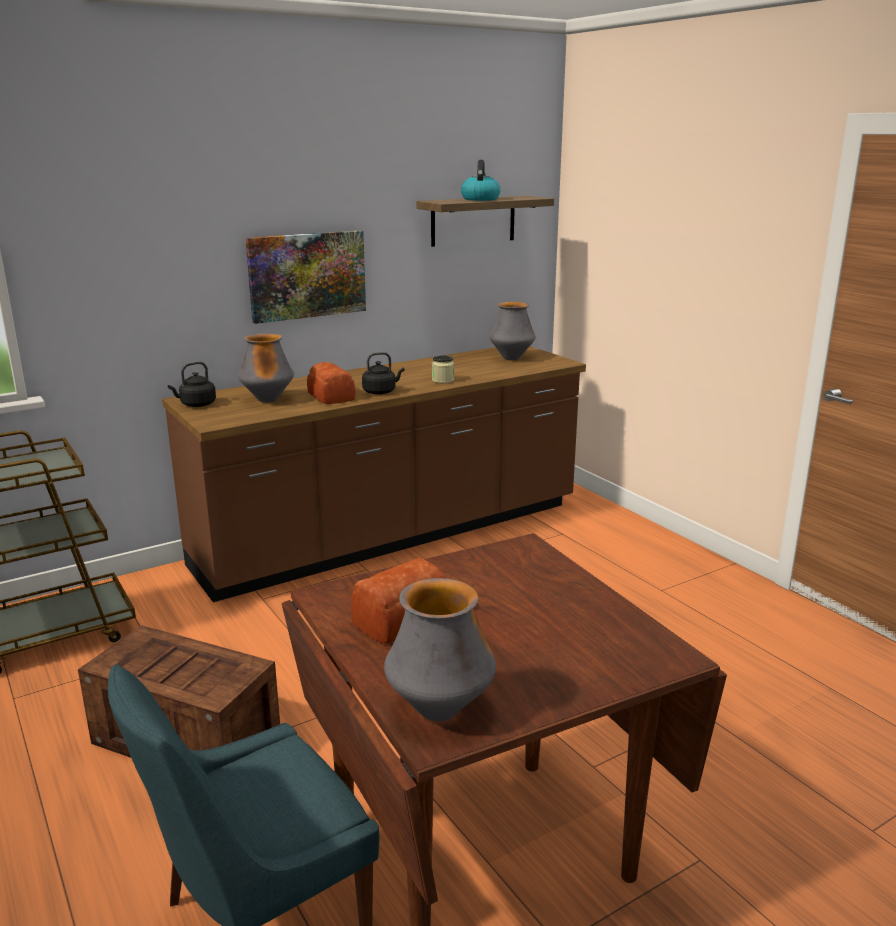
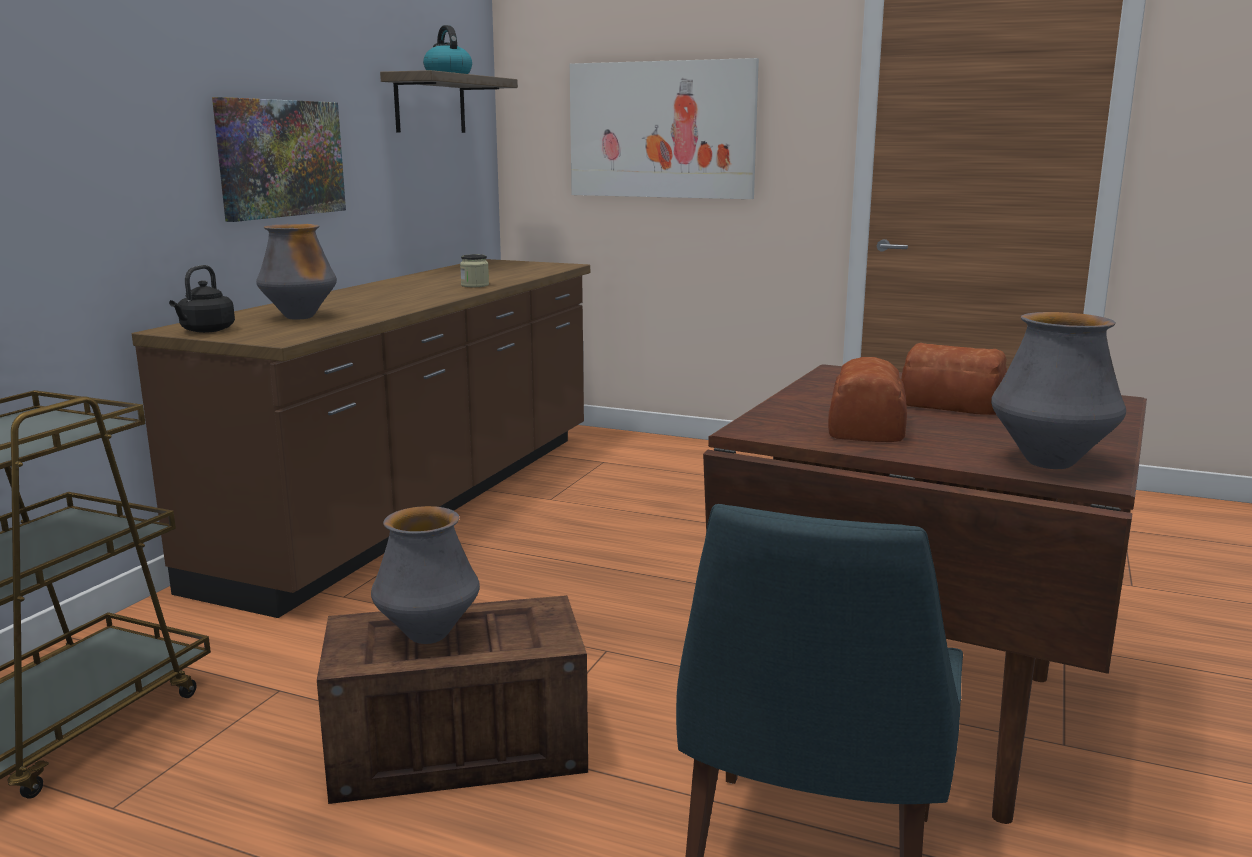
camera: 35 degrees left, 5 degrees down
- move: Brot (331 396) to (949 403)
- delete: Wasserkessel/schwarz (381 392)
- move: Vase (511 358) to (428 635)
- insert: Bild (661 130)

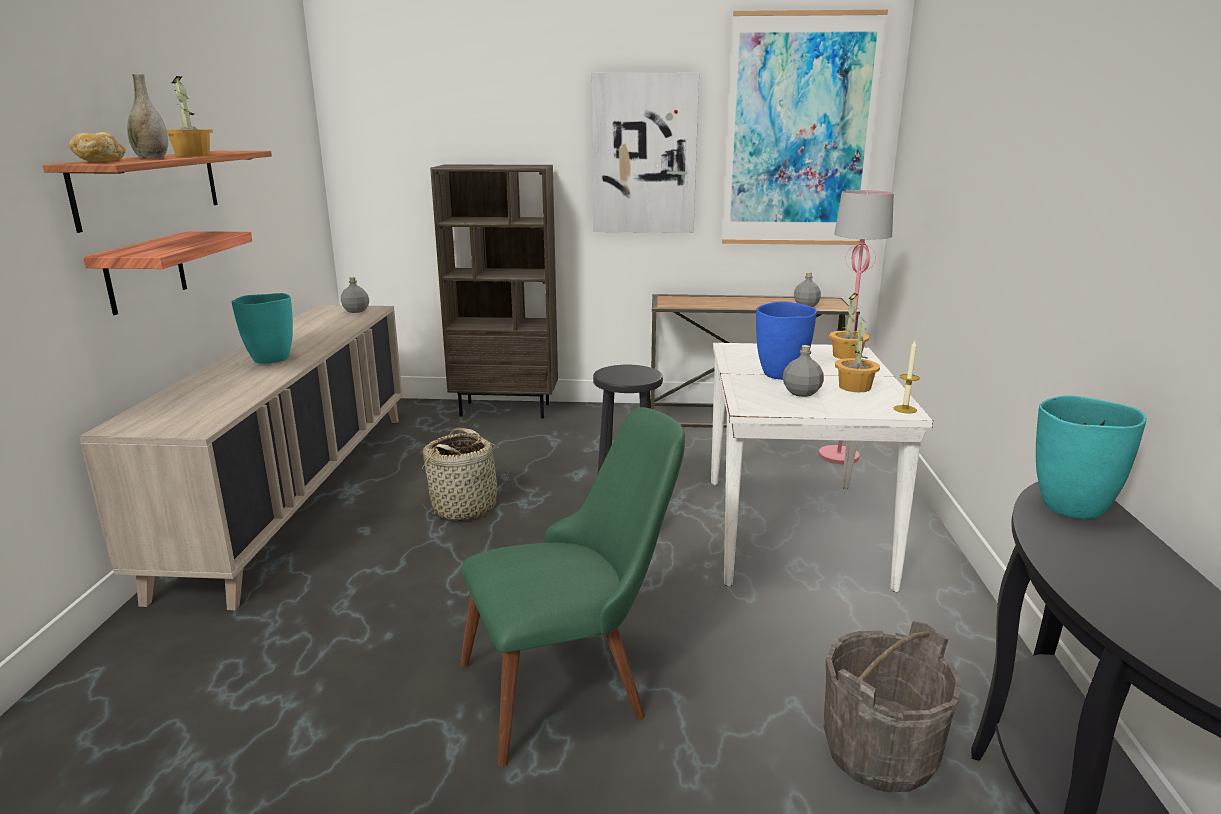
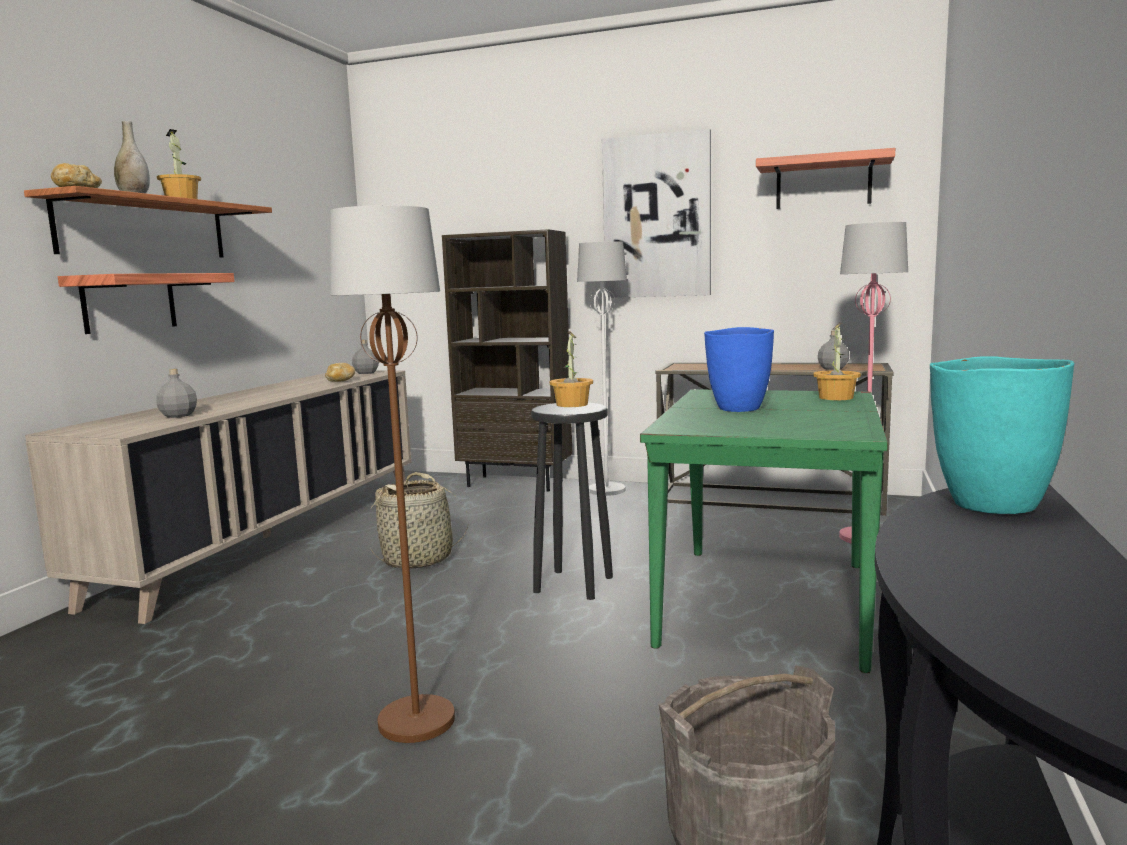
camera: 15 degrees right, 10 degrees down
- delete: Vase/türkis (270 359)
- replace: Stuhl/grün (573 683) to Stehlampe/braun (417 721)
- recolor: Esstisch/weiß (792 528) to Esstisch/grün (766 600)
- replace: Bild (799 132) to Wandregal (823 183)
- move: Flasche/grau (801 393) to (178 415)
- move: Topfpflanze (854 387) to (571 404)
- delete: Kerze (905 409)
- insert: Brot (340 381)
- insert: Stehlampe/weiß (607 490)

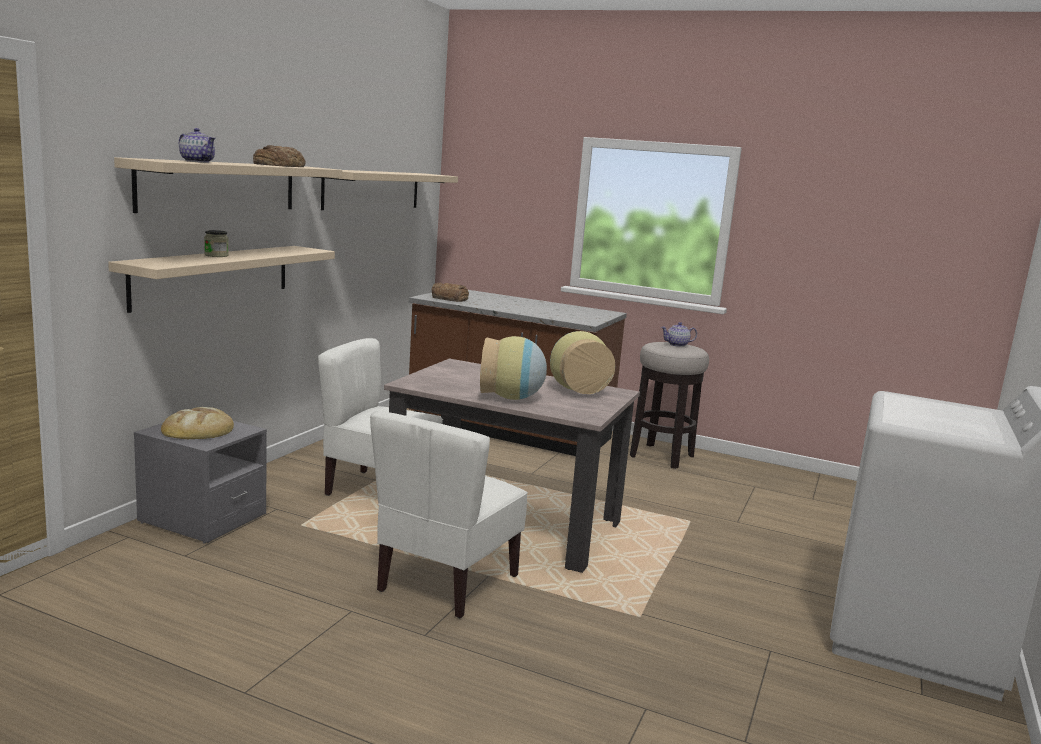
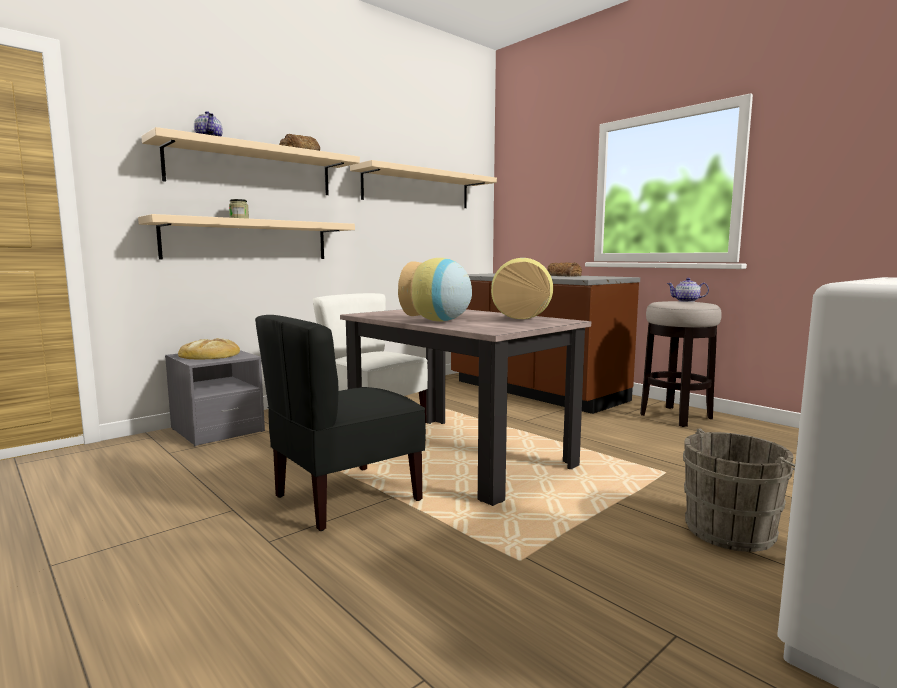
camera: 25 degrees right, 5 degrees down
- recolor: Stuhl/weiß (446 583) to Stuhl/schwarz (346 498)
- move: Brot (449 298) to (564 275)
- insert: Eimer/grau (733 530)

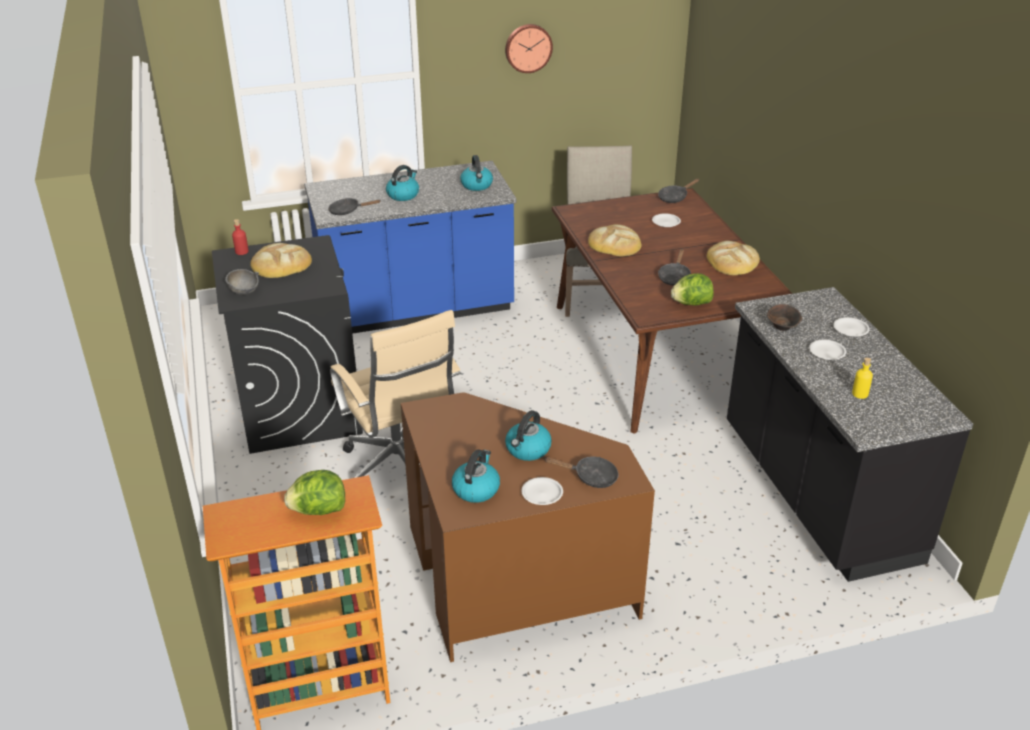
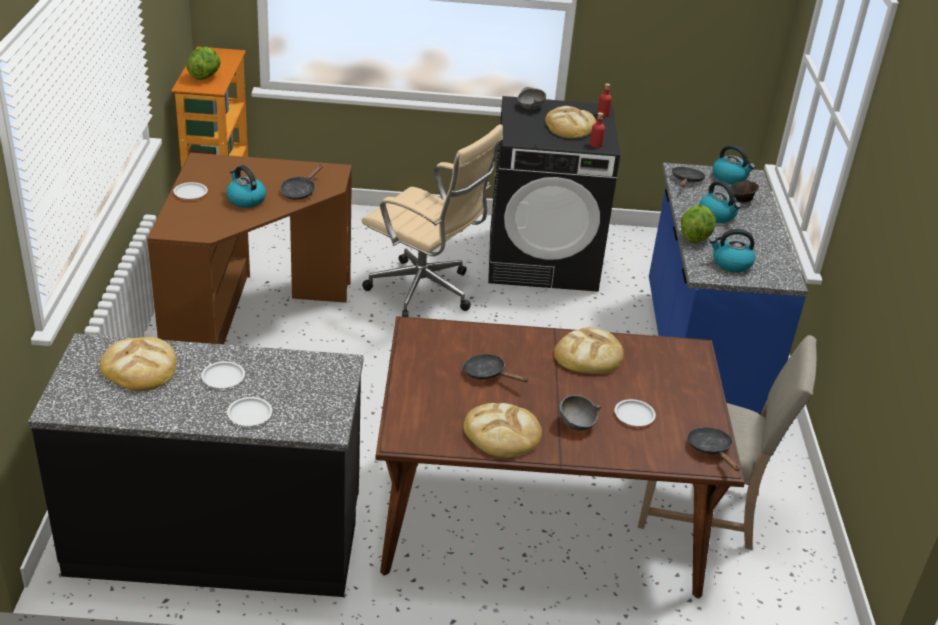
camera: 105 degrees right, 0 degrees up
- rotate: Bürostuhl/beige (401 470) = (425 293) 135 degrees counterclockwise
- move: Wasserkessel (476 489) to (730 178)
- delete: Wanduhr (528 47)
- move: Pfanne/schwarz (591 477) to (300 191)
- move: Salatkopf (691 303) to (694 237)
- move: Schüssel/braun (782 328) to (741 200)
- replace: Flasche/gelb (860 394) to Brot (140 367)
- insert: Schüssel/grau (577 424)
- insert: Flasche/rot (596 145)

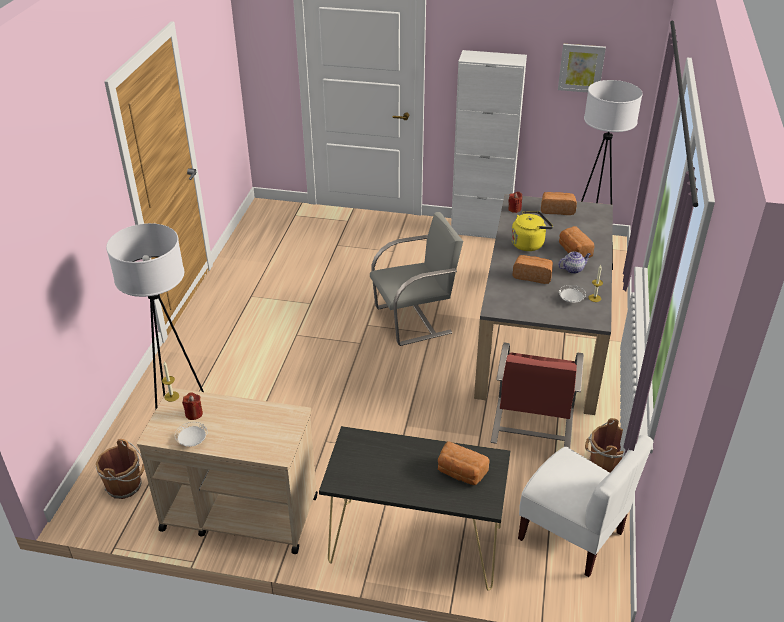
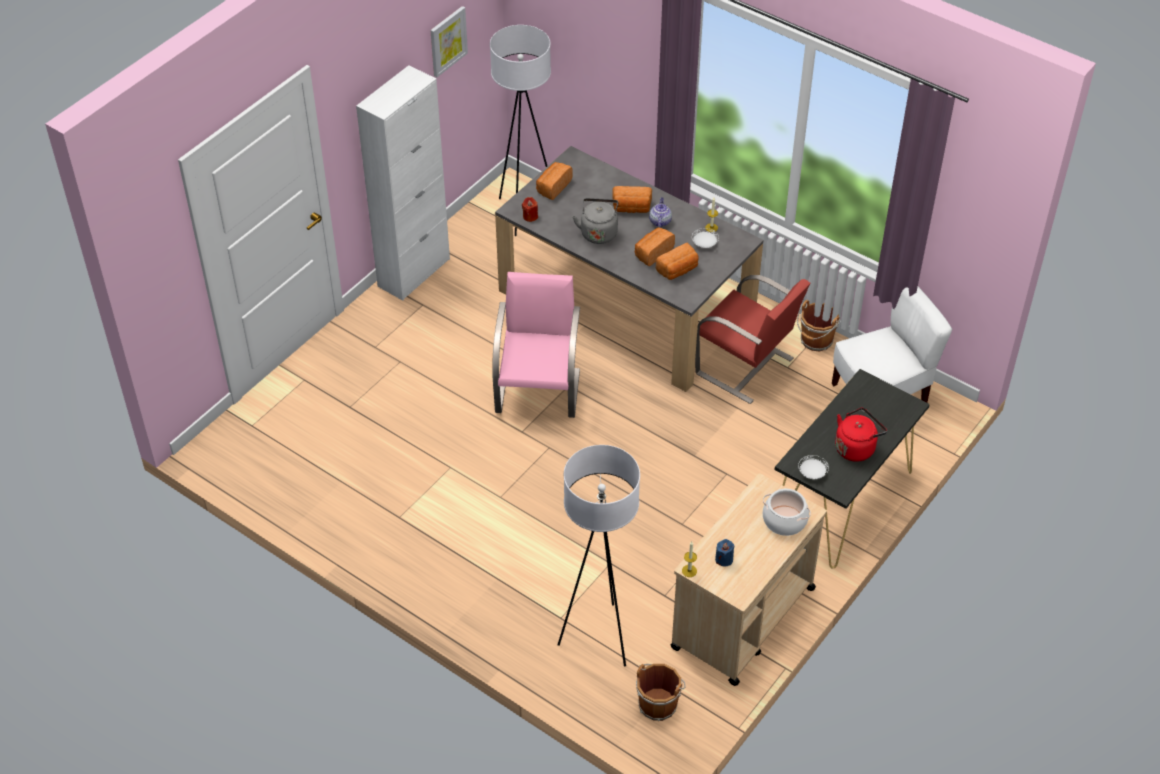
camera: 65 degrees left, 10 degrees up
- move: Teller/weiß (192 441) to (812 473)
- recolor: Kerze/rot (194 414) to Kerze/blau (724 559)
- recolor: Stuhl/grau (414 320) to Stuhl/rosa (538 390)
- move: Brot (460 473) to (678 270)
- recolor: Wasserkessel/gelb (529 243) to Wasserkessel/grau (598 232)
- insert: Kochtopf (784 521)
- insert: Wasserkessel/rot (856 447)

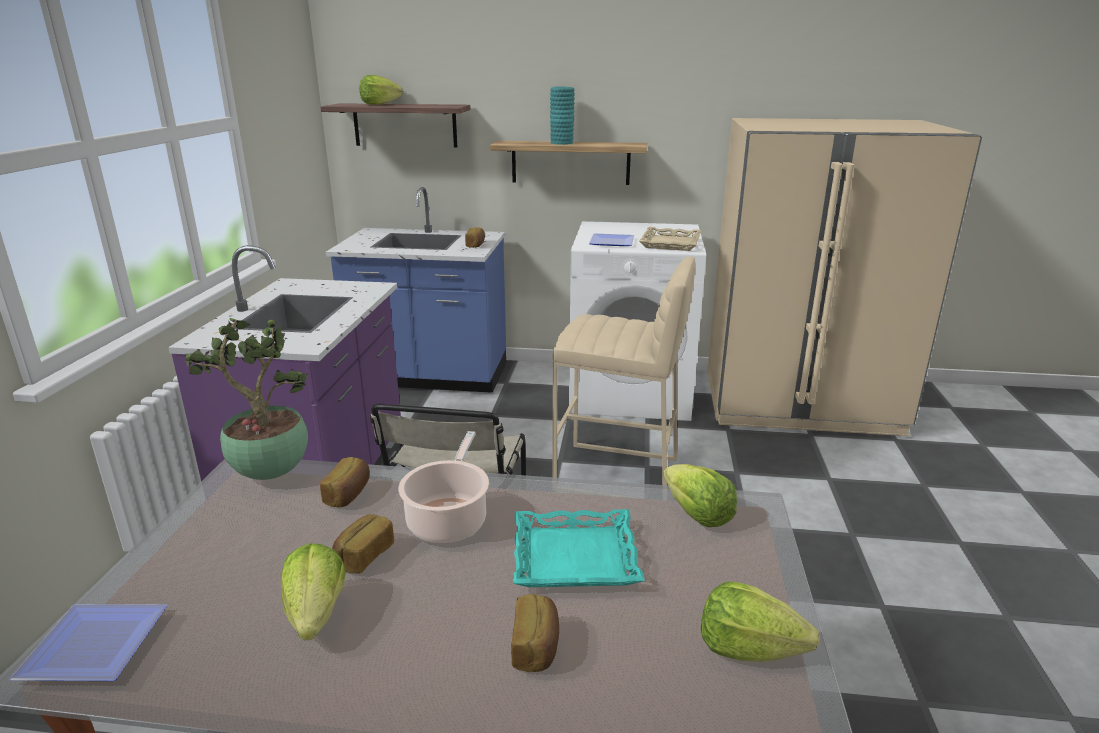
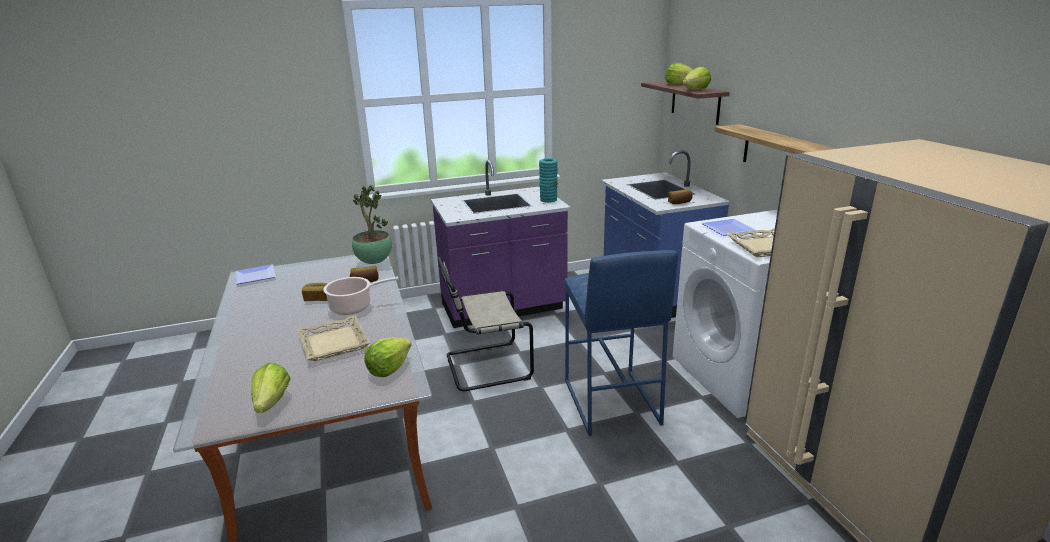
camera: 65 degrees right, 0 degrees up
- move: Salatkopf (316 614) to (696 90)
- delete: Brot (536 647)
- recolor: Tablett/türkis (574 557) to Tablett/beige (333 343)
- move: Vase/türkis (562 143) to (548 200)
- recolor: Hocker/beige (618 475) to Hocker/blau (610 402)

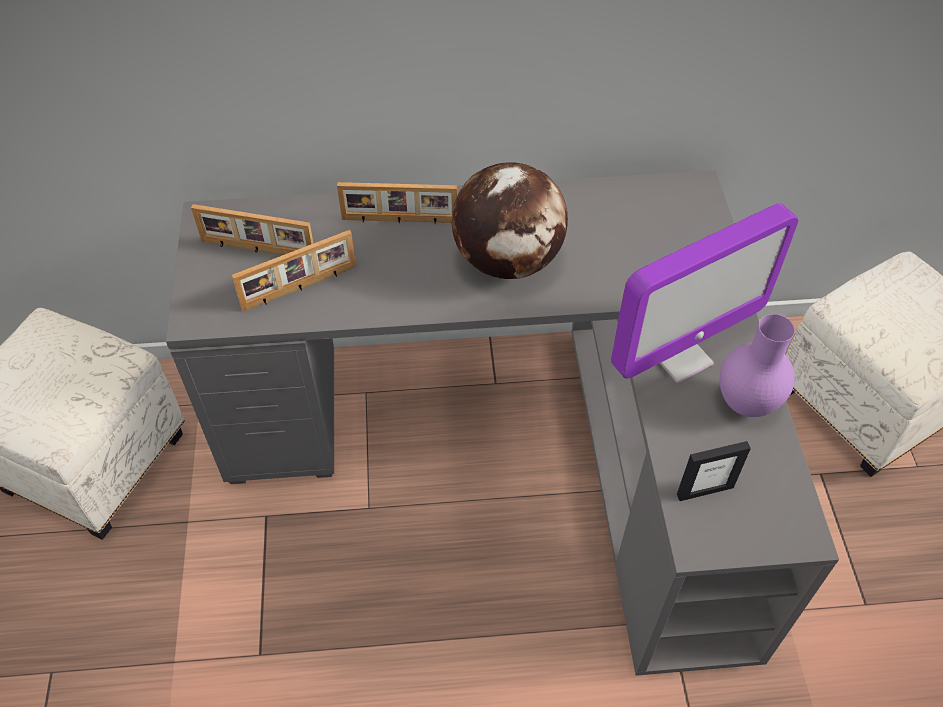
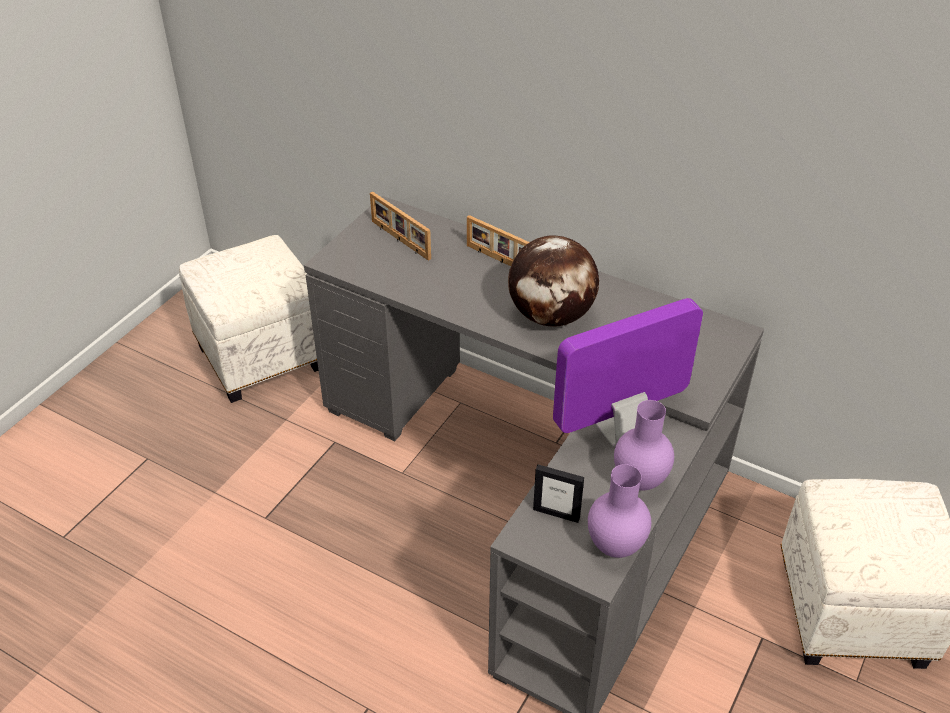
camera: 35 degrees right, 10 degrees down
- delete: Bilderrahmen (300 288)
- rotate: Monitor (679 356) = (620 430) 150 degrees clockwise
- insert: Vase/lila (616 546)

